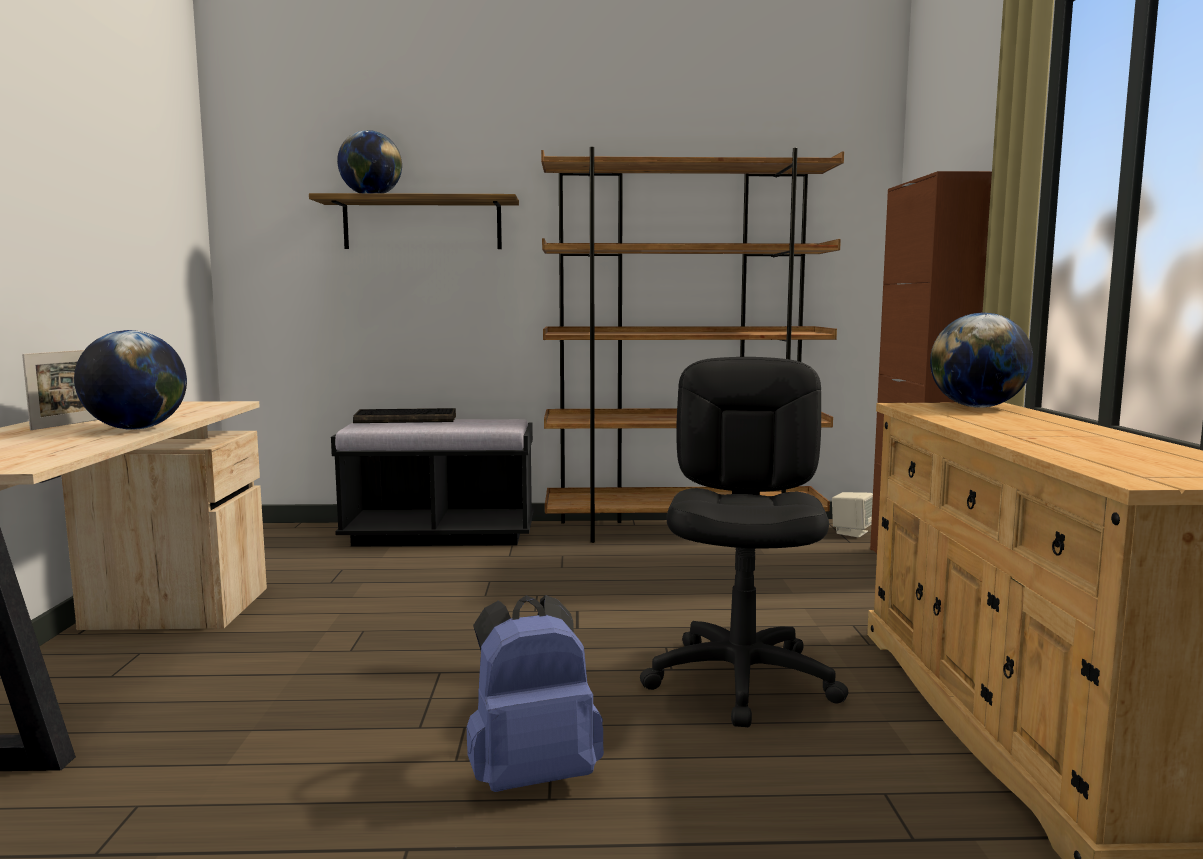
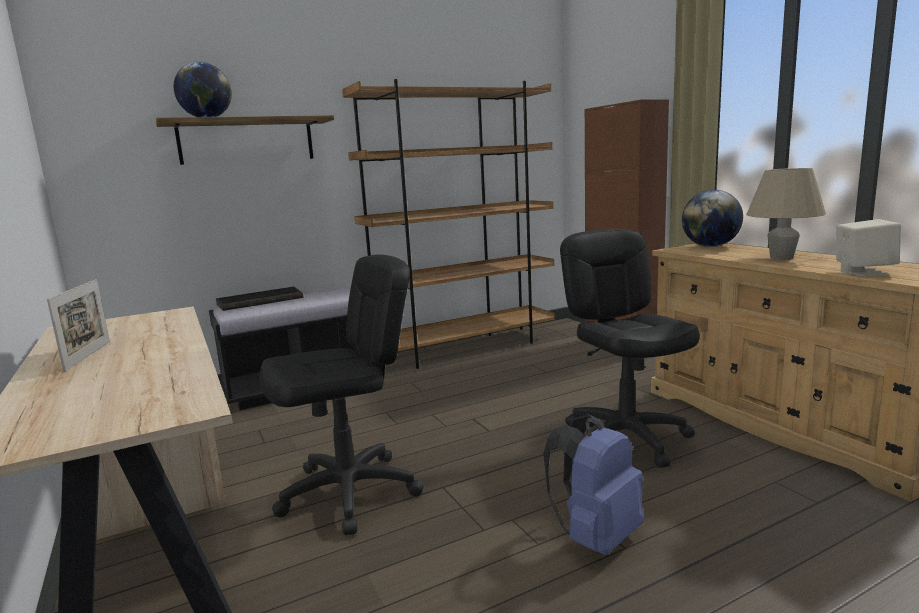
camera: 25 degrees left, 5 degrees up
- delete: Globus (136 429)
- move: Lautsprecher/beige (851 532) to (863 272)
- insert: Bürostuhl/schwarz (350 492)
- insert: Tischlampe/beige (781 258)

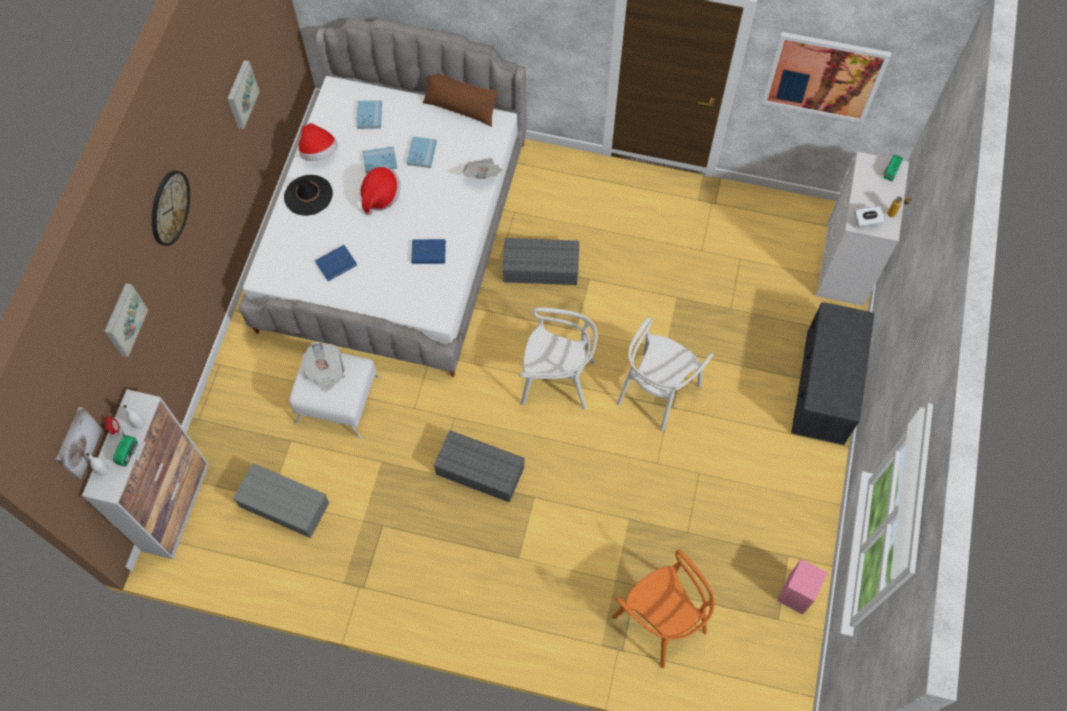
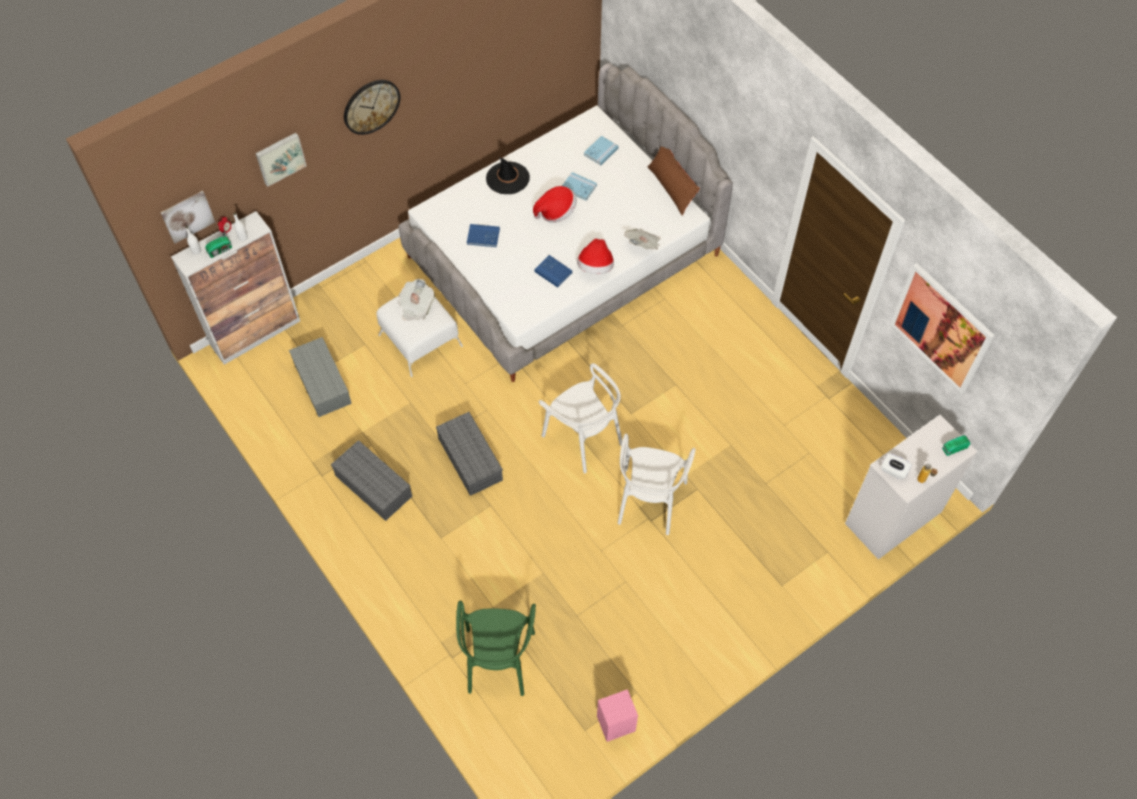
camera: 40 degrees right, 5 degrees down
- delete: Bild (240 94)
- move: Hut (319 152) to (595 267)
- delete: Buch/blau (421 153)
- move: Aufbewahrungsbox/grau (542 267) to (375 486)
- recolor: Stuhl/orange (661 621) to Stuhl/grün (498 660)
- rotate: Stuhl/weiß (656 391) = (649 500) 60 degrees counterclockwise
- delete: Bank/grau (826 388)

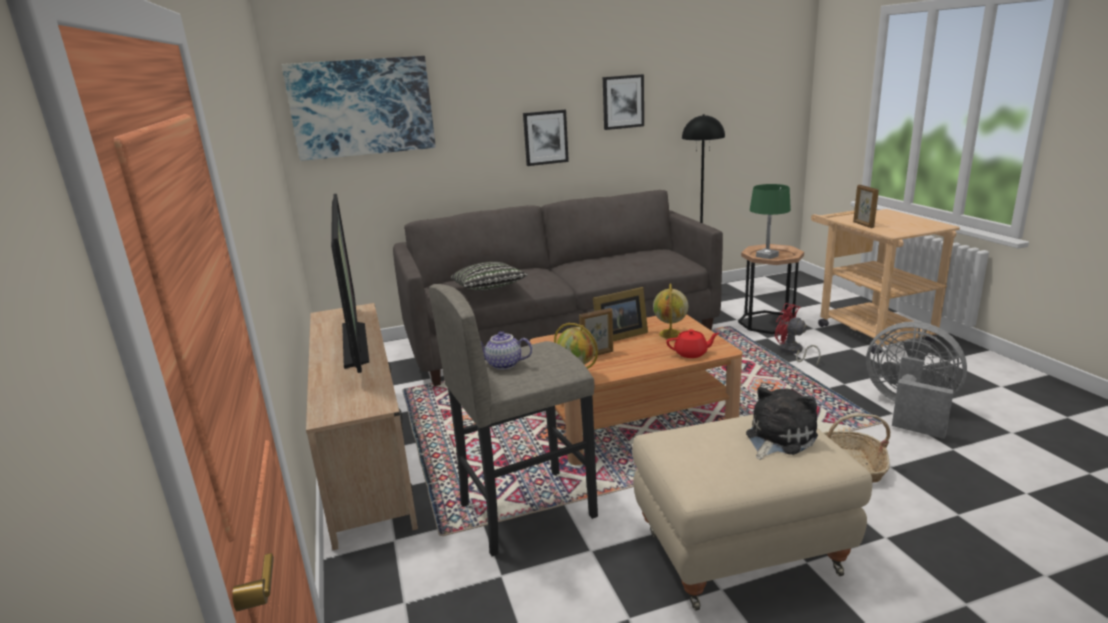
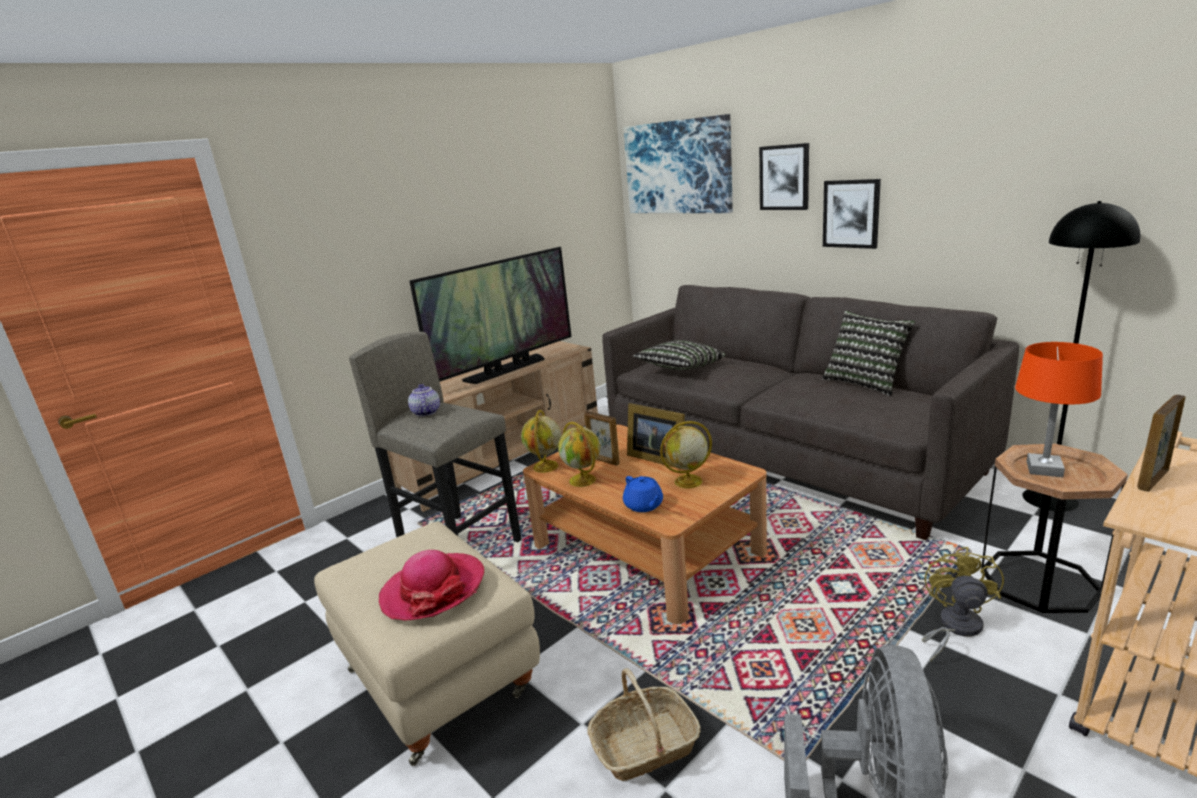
camera: 65 degrees right, 0 degrees up
- move: Bild (623 102) to (784 177)
- recolor: Teekanne/rot (691 353) to Teekanne/blau (644 506)
- replace: Plüschtier (777 438) to Hut (433 589)
- recolor: Tischlampe/grün (767 256) to Tischlampe/orange (1044 469)
- recolor: Ventilator/rot (792 352) to Ventilator/gelb (954 627)
- insert: Globus (583 480)
- insert: Kissen (865 382)

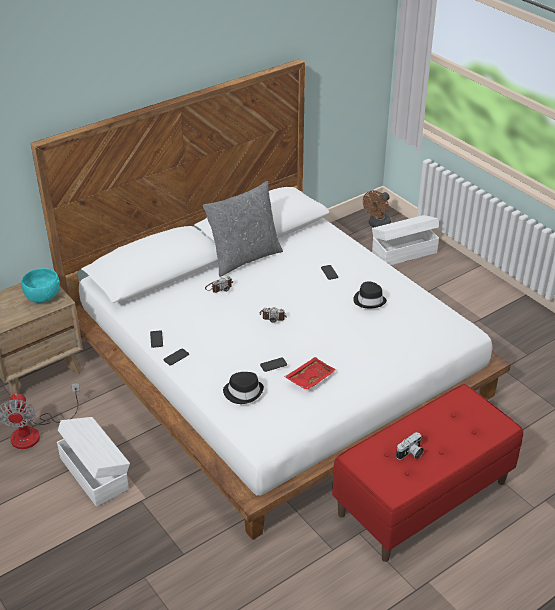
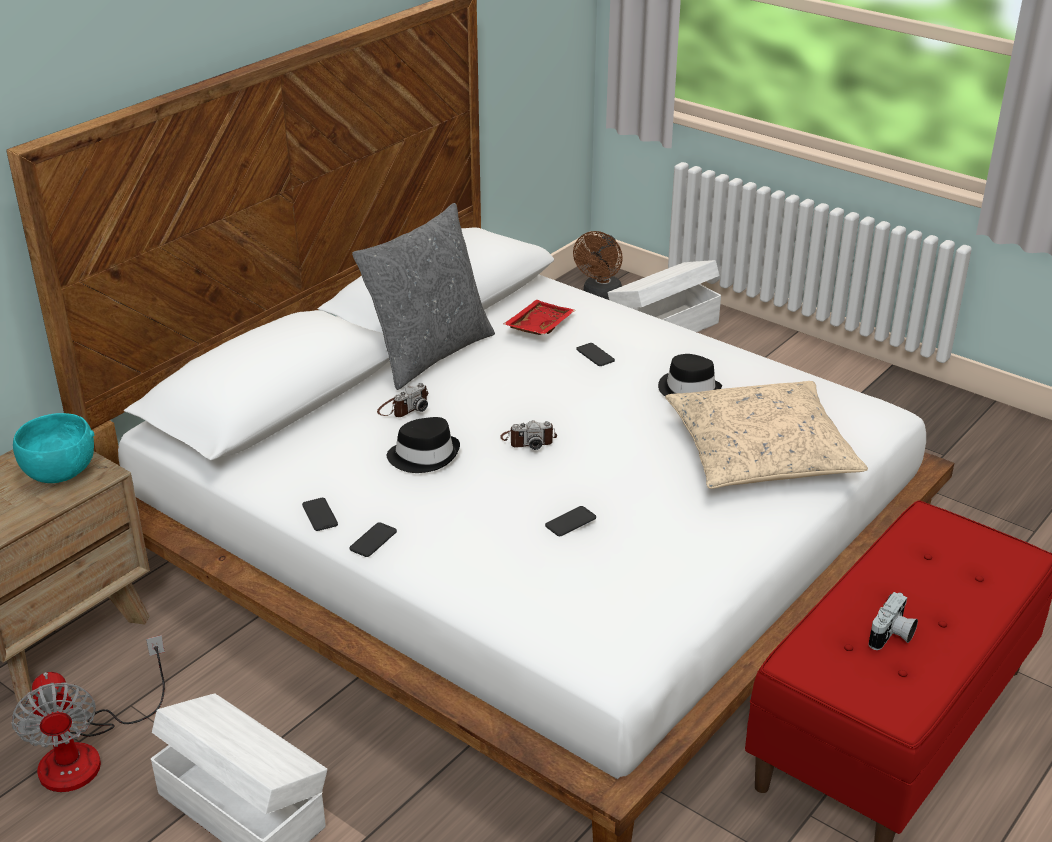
camera: 15 degrees left, 5 degrees down
- move: Hut/schwarz (243 392) to (424 456)
- move: Tablett/rot (309 378) to (538 326)
- insert: Kissen/beige (761 452)

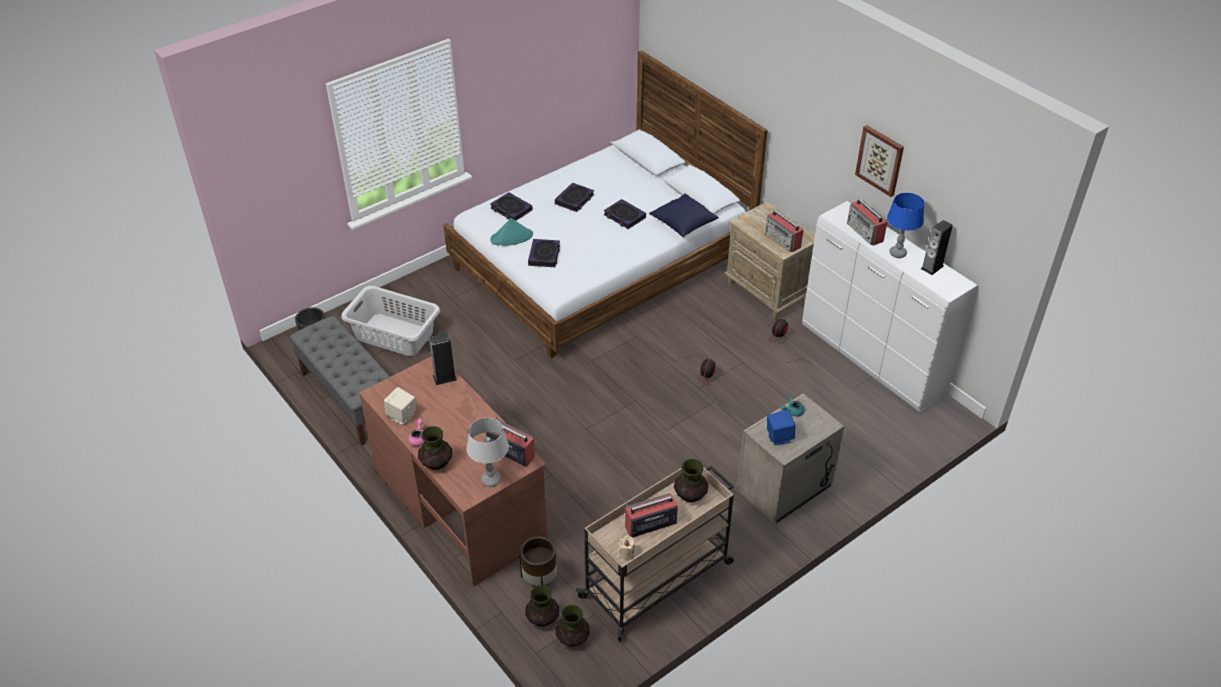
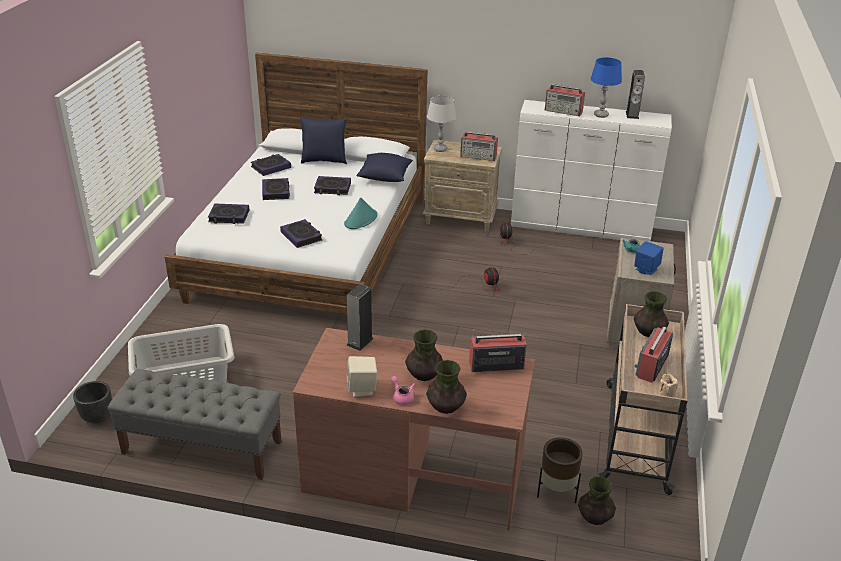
camera: 40 degrees left, 10 degrees down
- move: Tischlampe/grau (491 480) to (440 149)
- move: Hut/türkis (512 237) to (361 219)
- move: Vase (573 638) to (424 375)
- delete: Bild (880 160)
- insert: Buch (271 167)
- insert: Kissen/blau (324 160)

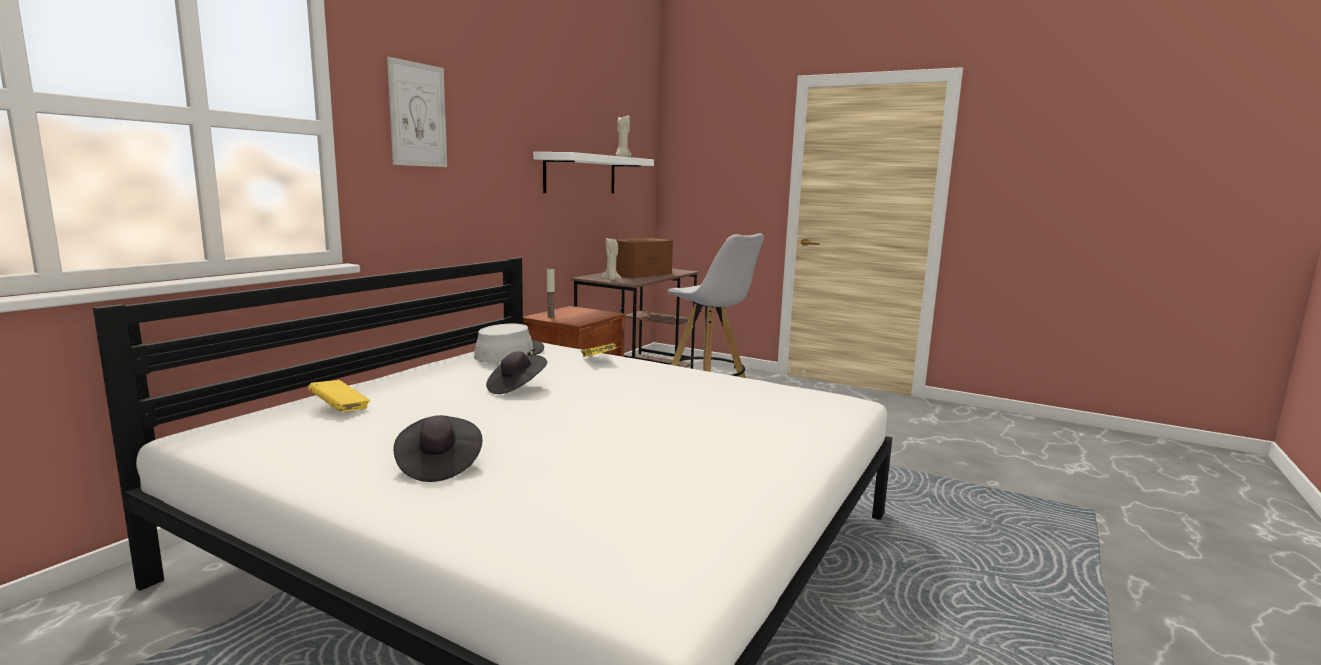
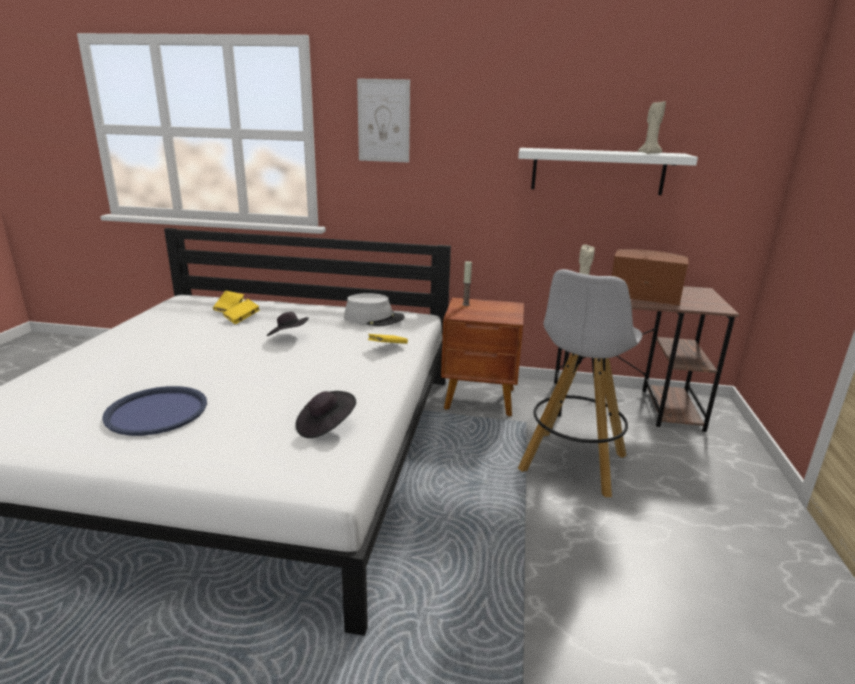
camera: 70 degrees right, 10 degrees up
- move: Hut/schwarz (438 465) to (325 426)
- insert: Tablett/blau (156 412)
- insert: Buch/gelb (242 319)

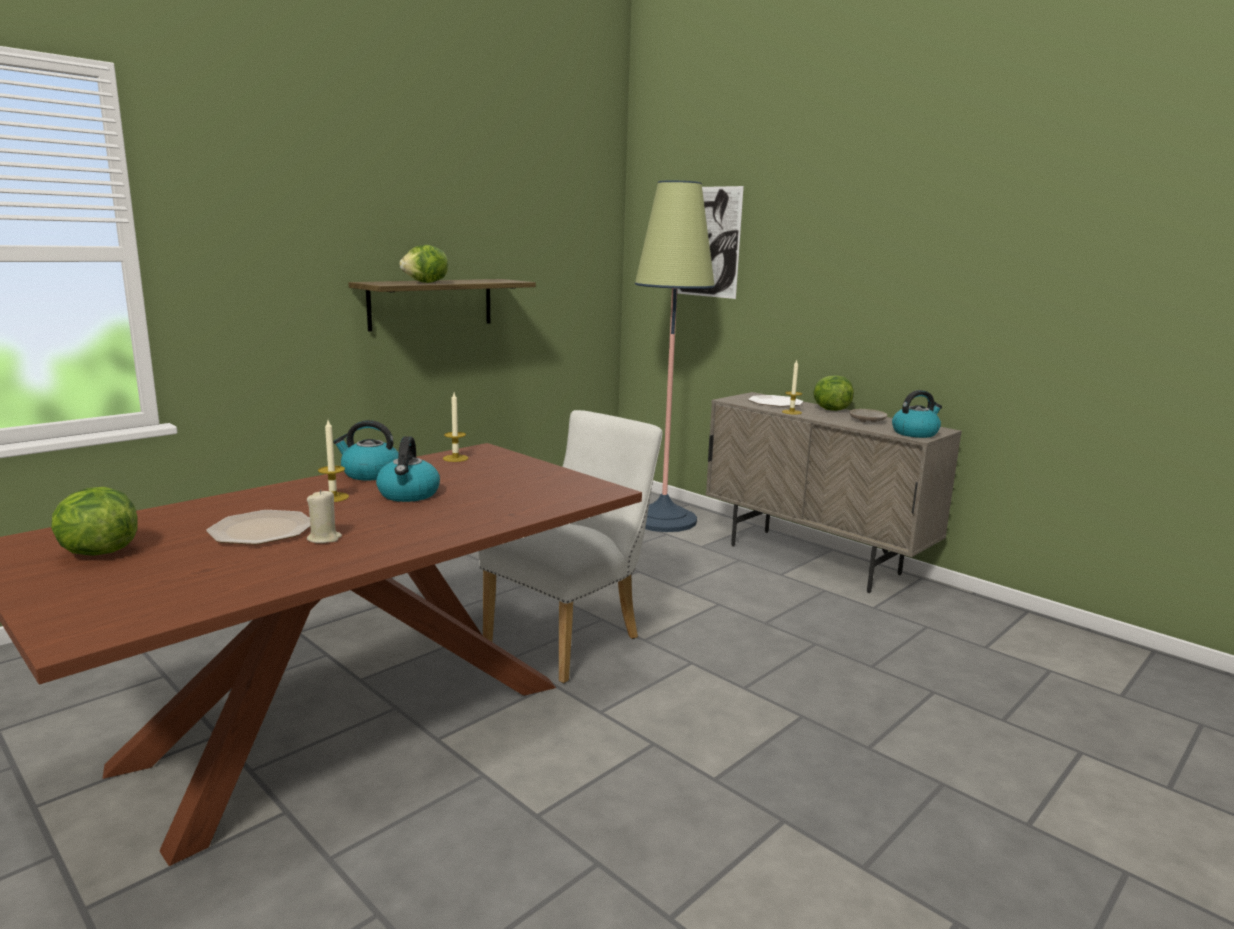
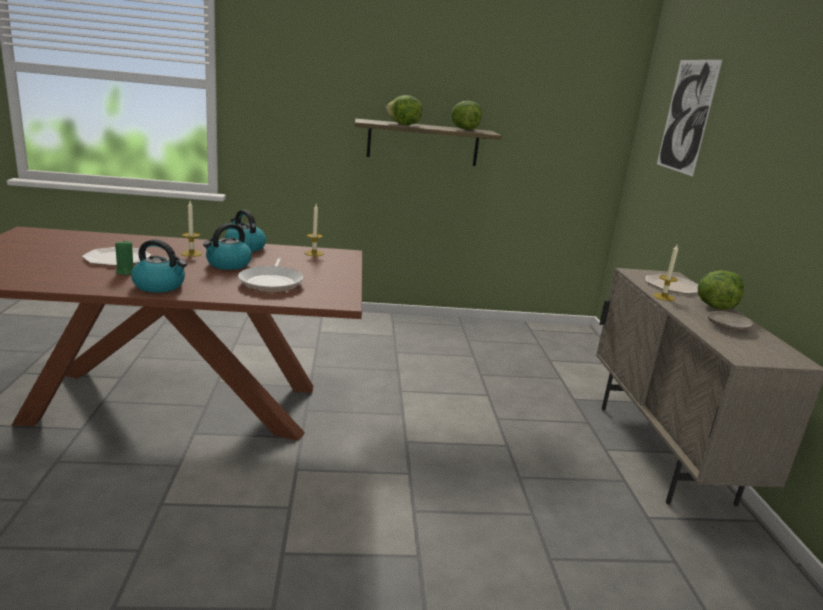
camera: 40 degrees right, 5 degrees up
- move: Salatkopf (97 552) to (464 129)
- recolor: Kerze/beige (324 538) to Kerze/grün (126 272)
- delete: Stuhl/weiß (572 638)
- delete: Stehlampe (663 520)
- move: Wasserkessel (915 433) to (160 286)
- insert: Pfanne (272 282)

